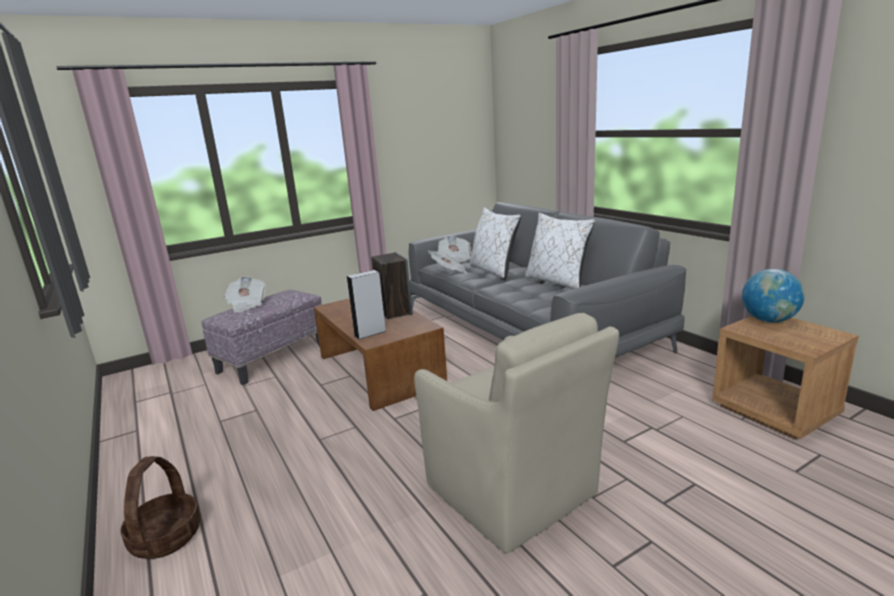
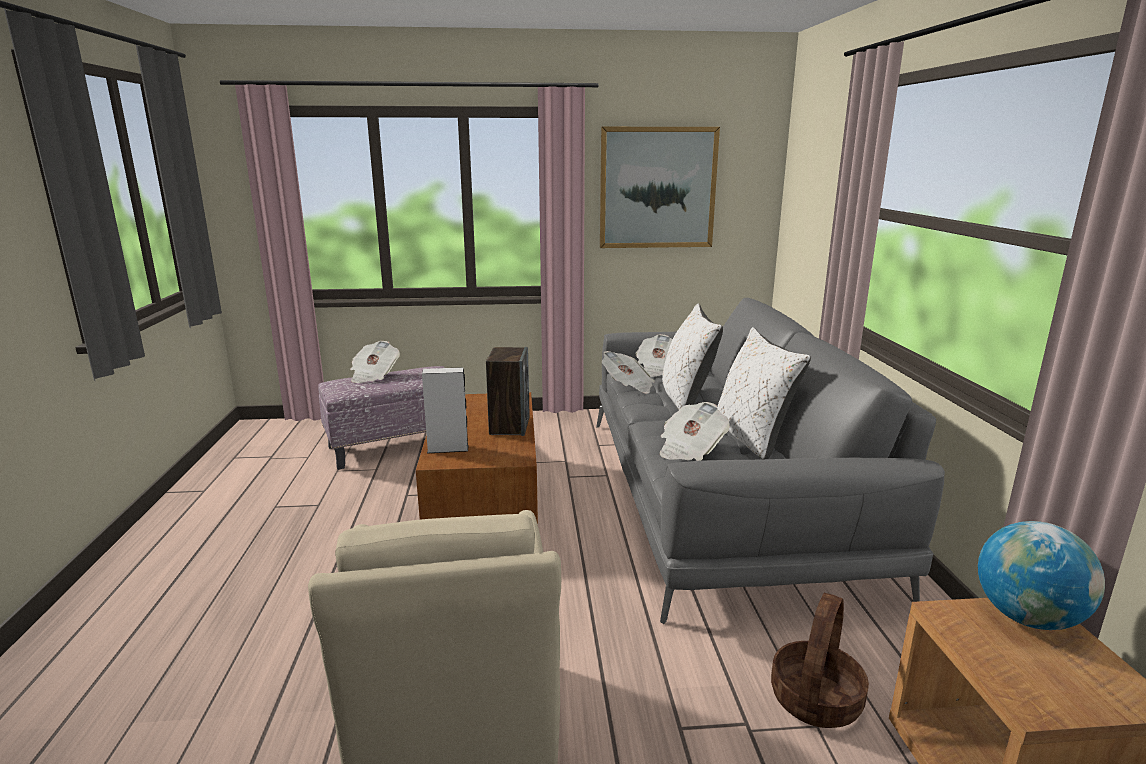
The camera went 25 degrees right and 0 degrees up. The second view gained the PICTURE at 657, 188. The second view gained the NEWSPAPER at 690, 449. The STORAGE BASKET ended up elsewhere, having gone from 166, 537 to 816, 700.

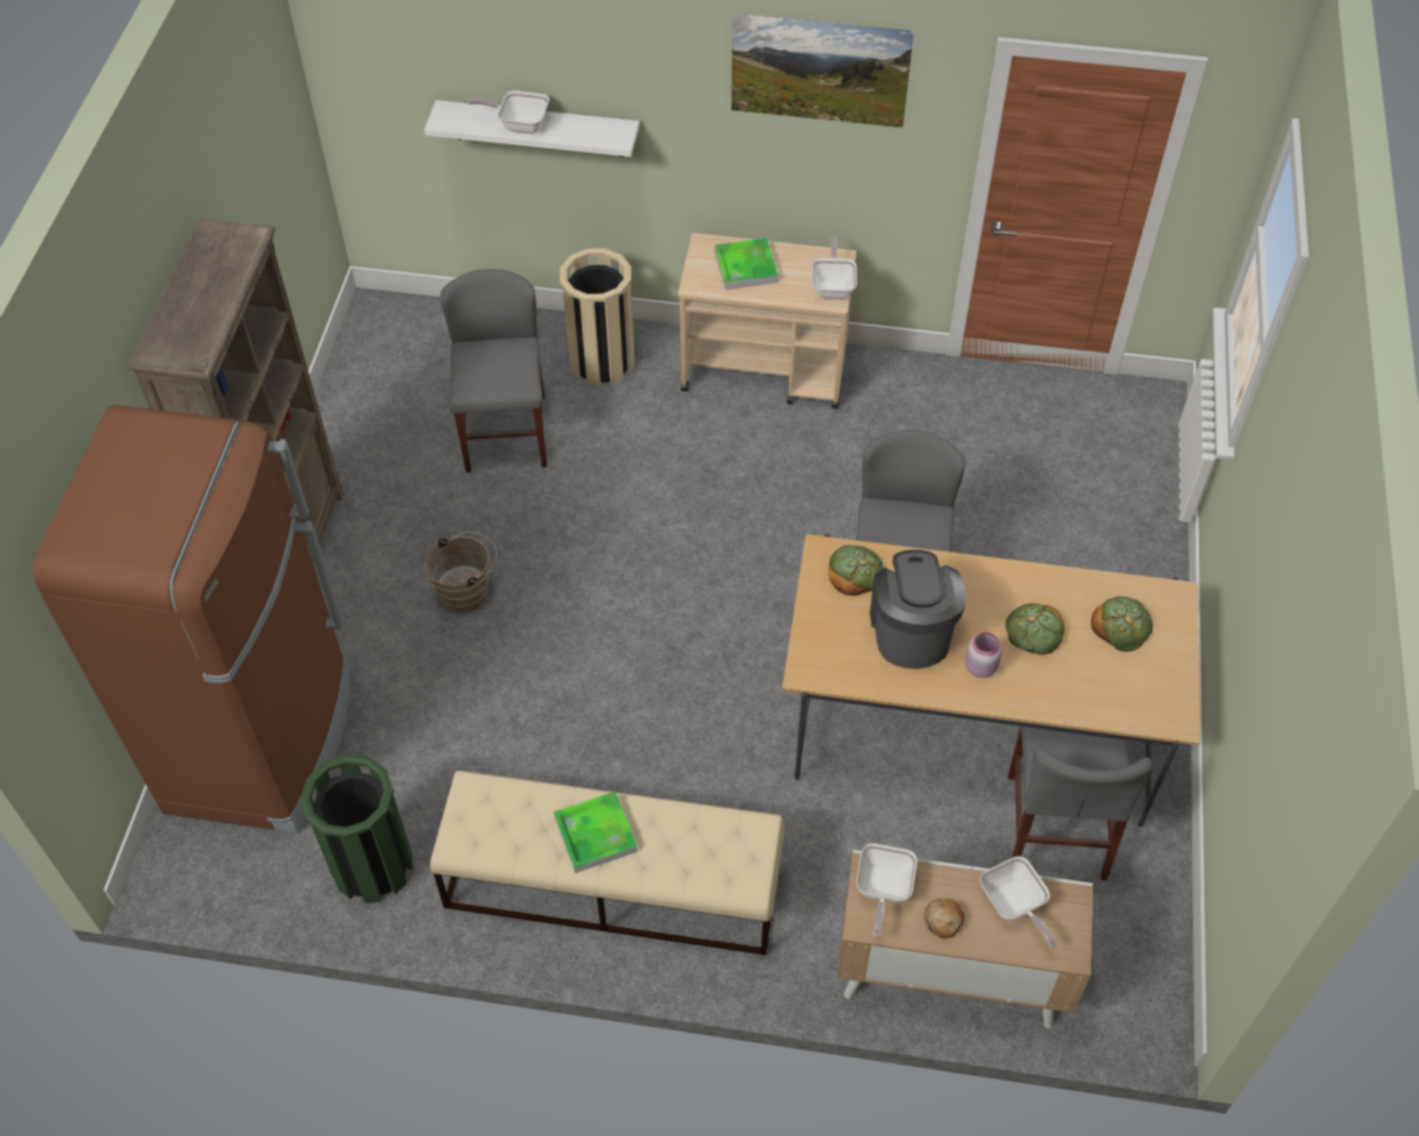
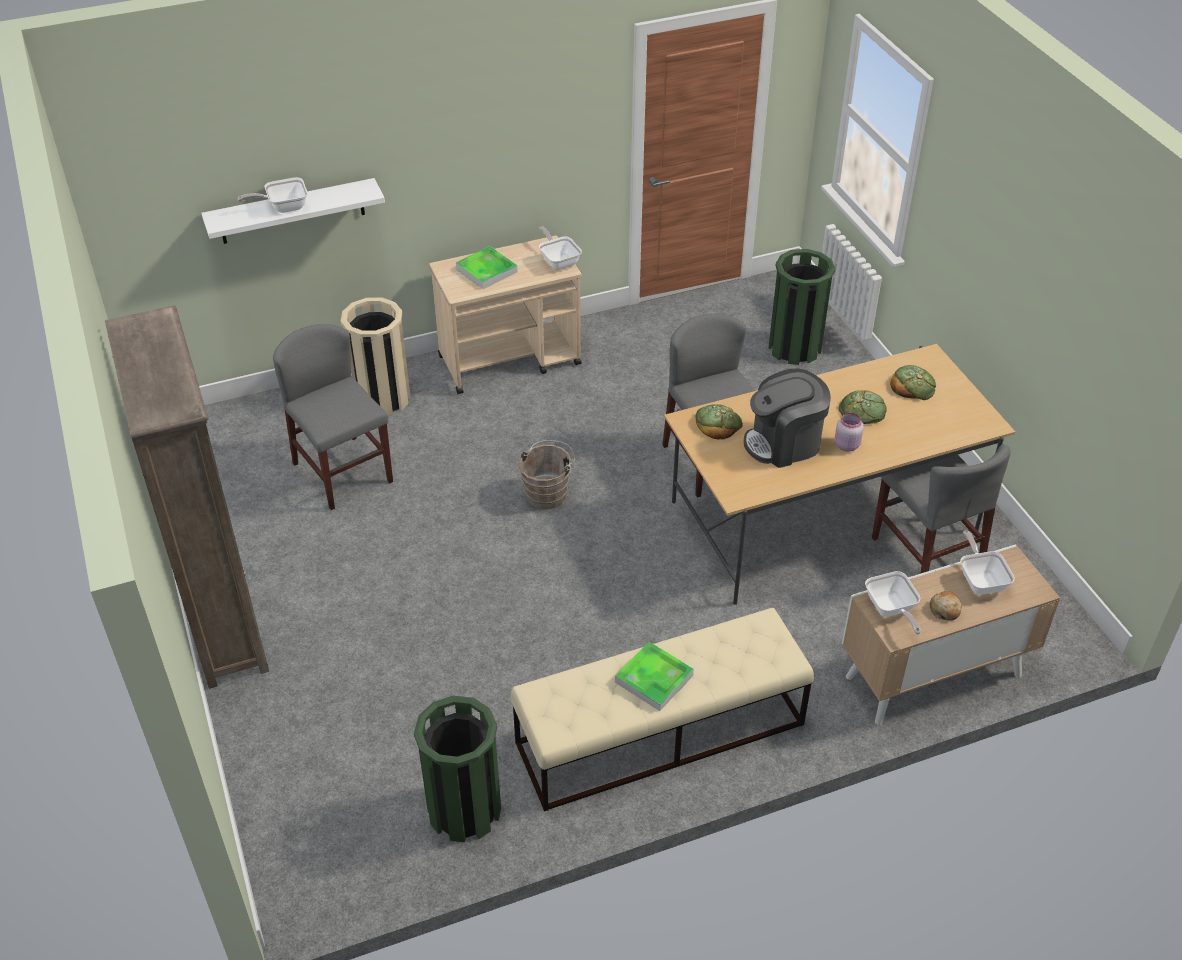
The camera went 30 degrees left and 10 degrees down. The BROWN-COLOURED PAIL ended up elsewhere, having gone from 467, 591 to 548, 493. The COFFEE BREWER at 911, 631 ended up facing another way, 75 degrees counterclockwise from before. The second view gained the GREENISH WASTE BIN at 795, 347. The PAN at 1014, 906 ended up facing another way, 135 degrees counterclockwise from before. The second view lost the BROWN-COLOURED FRIDGE at 263, 742. The second view lost the PICTURE at 818, 95.

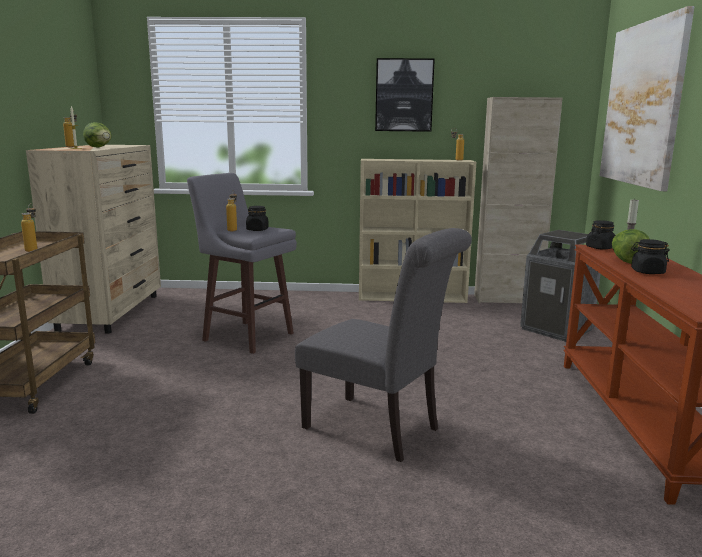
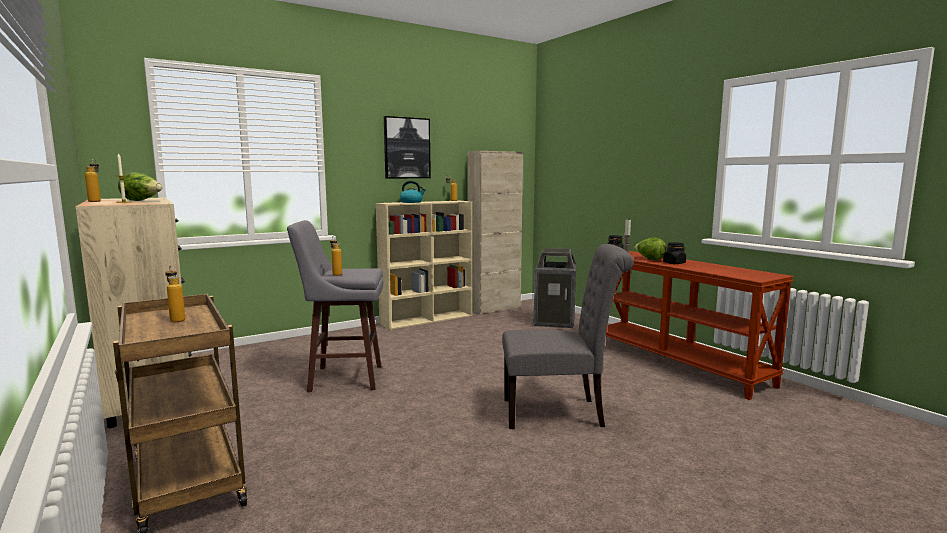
The camera went 35 degrees left and 5 degrees down. The second view gained the WATER KETTLE at 412, 202. The second view lost the BLACKISH STORAGE JAR at 257, 230. The second view lost the PICTURE at 642, 104.

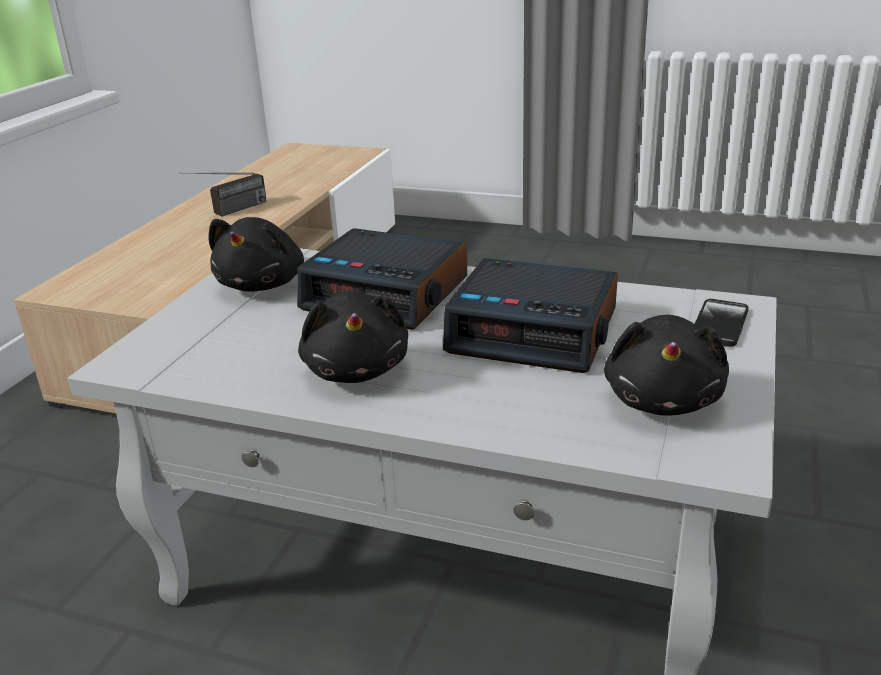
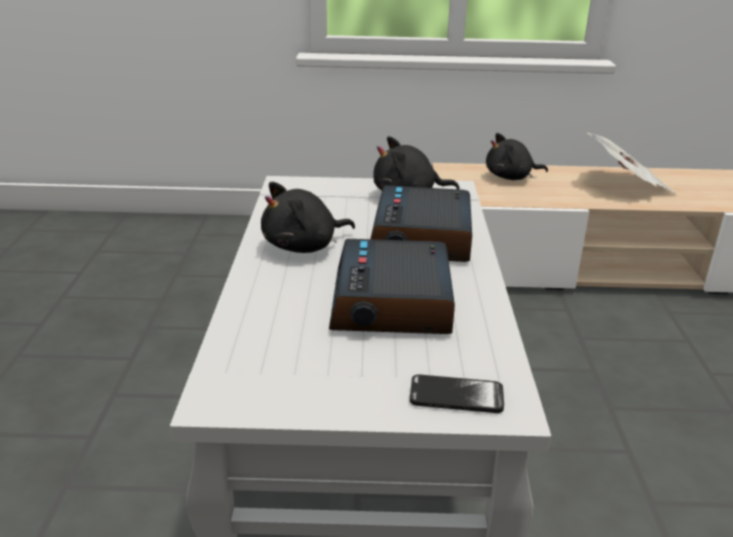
The camera went 70 degrees right and 0 degrees up. The BLACKISH CUDDLY TOY ended up elsewhere, having gone from 663, 400 to 511, 177. Where the RADIO RECEIVER stood at 229, 212, the NEWSPAPER came to stand at 627, 185.

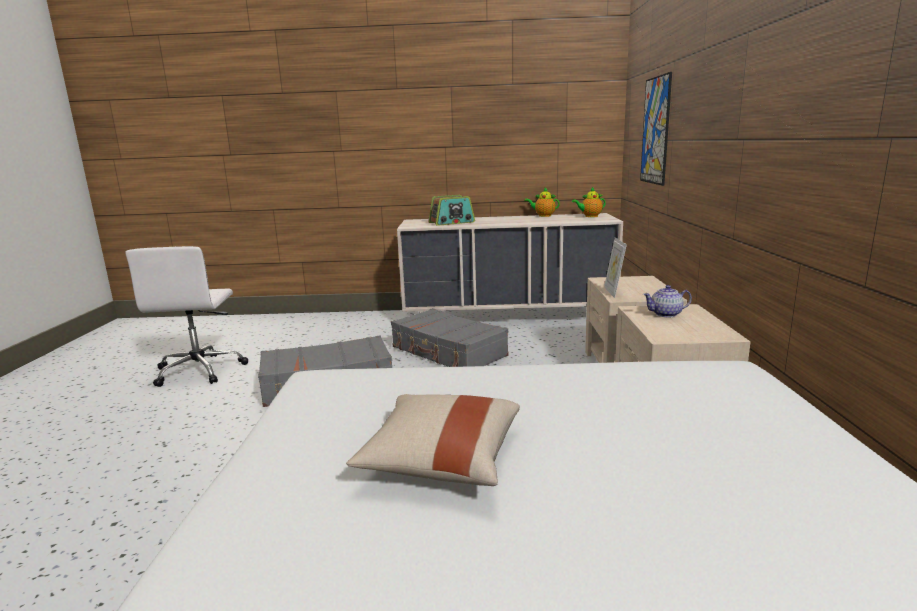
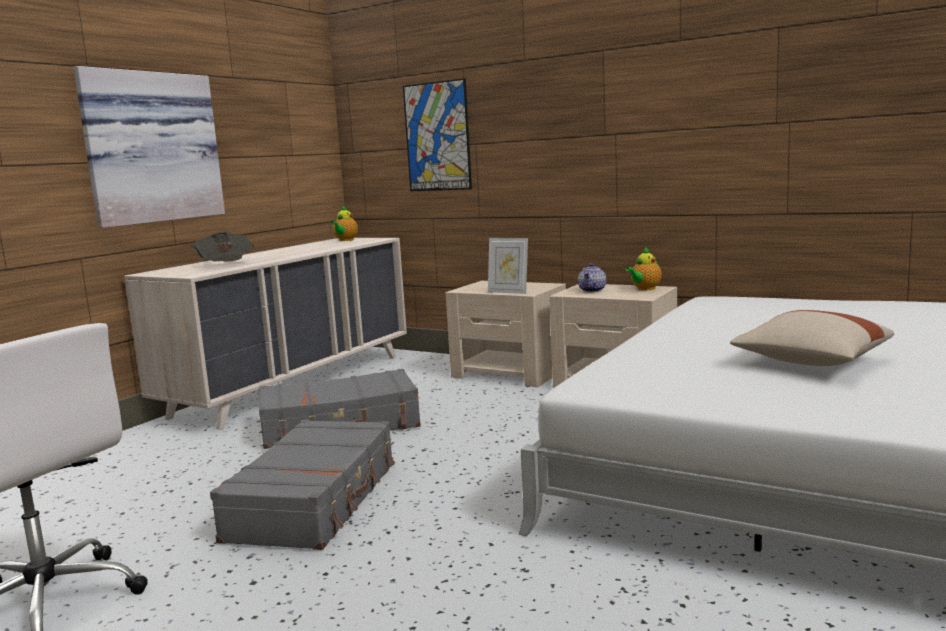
The camera went 60 degrees left and 5 degrees down. The second view gained the PICTURE at 150, 147. Where the RADIO RECEIVER stood at 452, 222, the NEWSPAPER came to stand at 226, 264. The POT FOR TEA ended up elsewhere, having gone from 543, 216 to 644, 289.

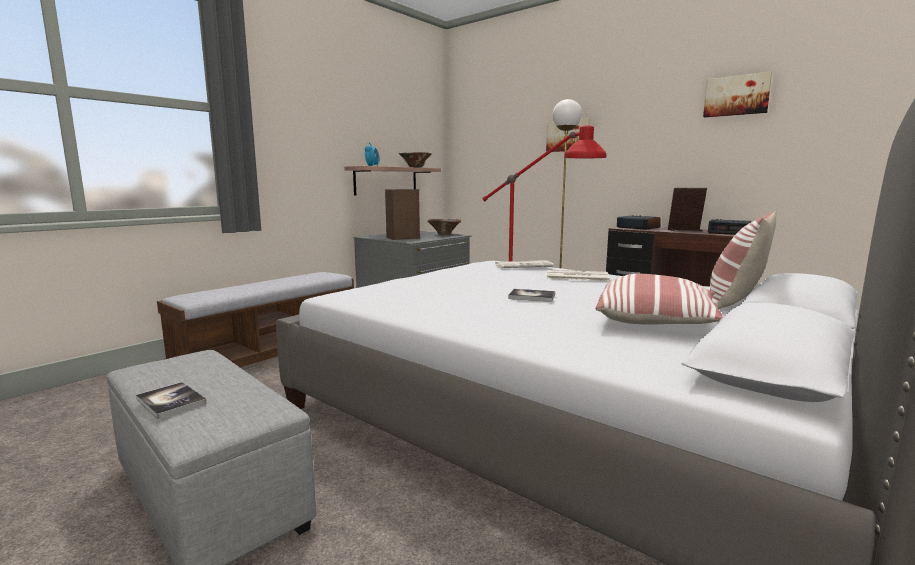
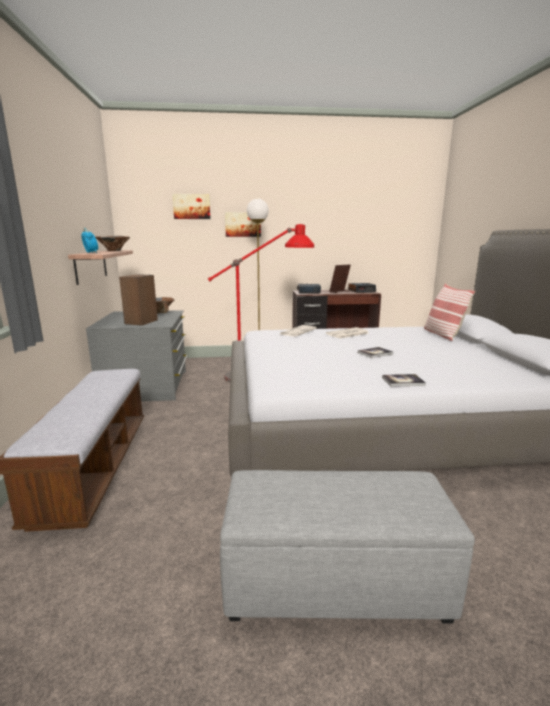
The camera went 45 degrees left and 5 degrees up. The PICTURE ended up elsewhere, having gone from 736, 95 to 191, 206. The BOUND BOOK ended up elsewhere, having gone from 171, 401 to 403, 381. The second view lost the PILLOW at 656, 321.

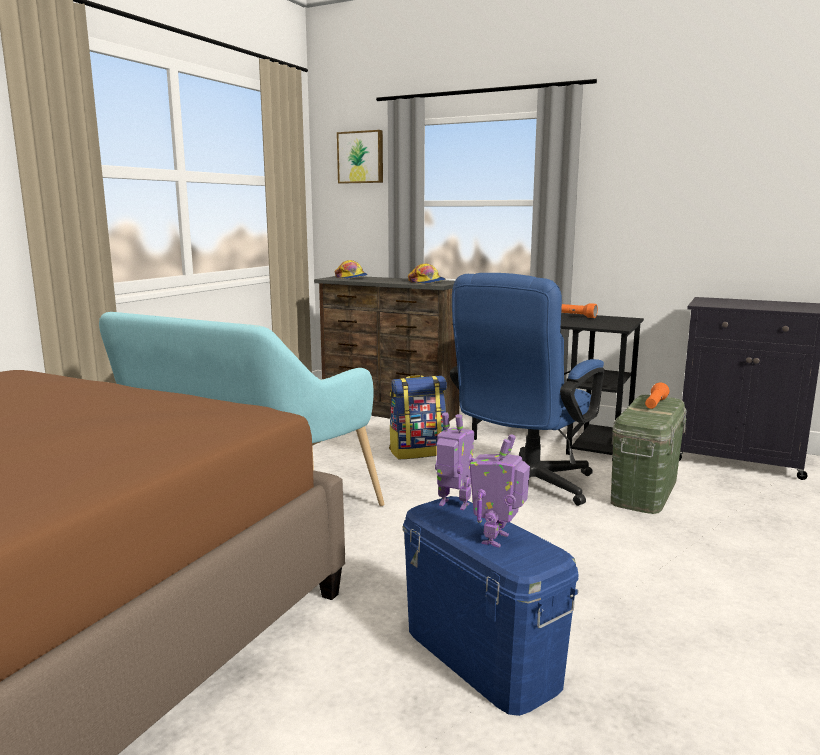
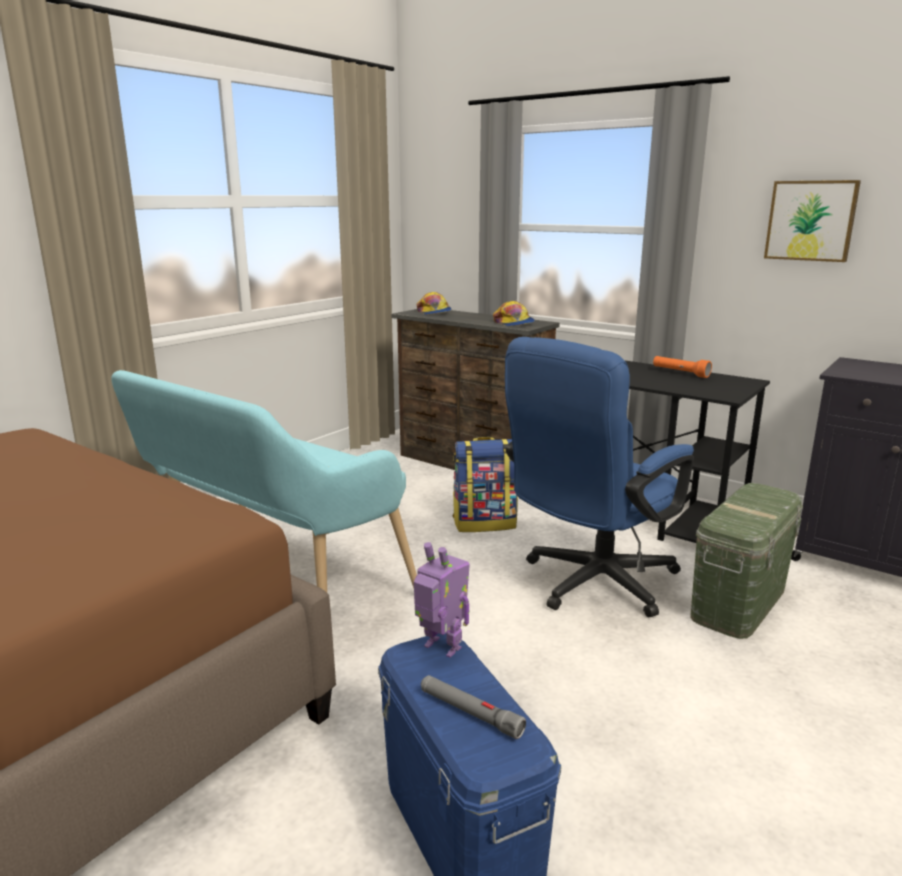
The camera went 10 degrees right and 5 degrees up. Where the TOY ROBOT stood at 497, 539, the GREY HAND TORCH came to stand at 470, 712. The PICTURE ended up elsewhere, having gone from 361, 157 to 811, 220. The second view lost the ORANGE HAND TORCH at 655, 405.

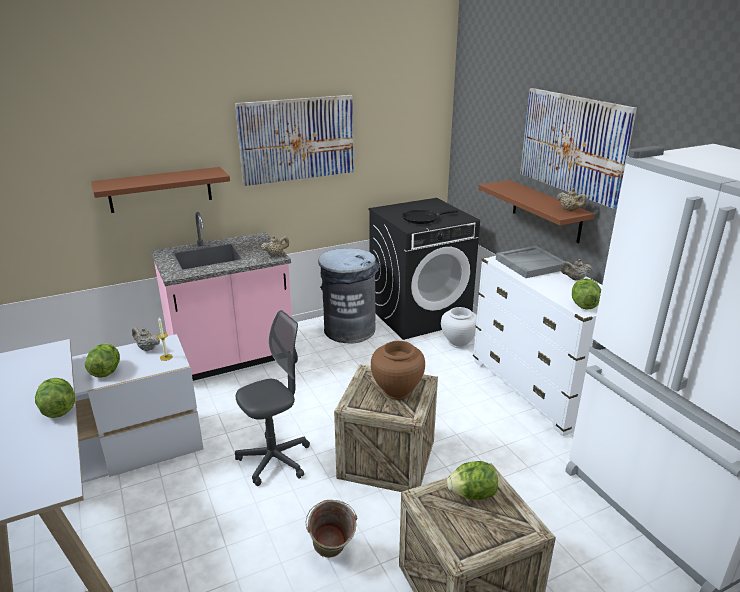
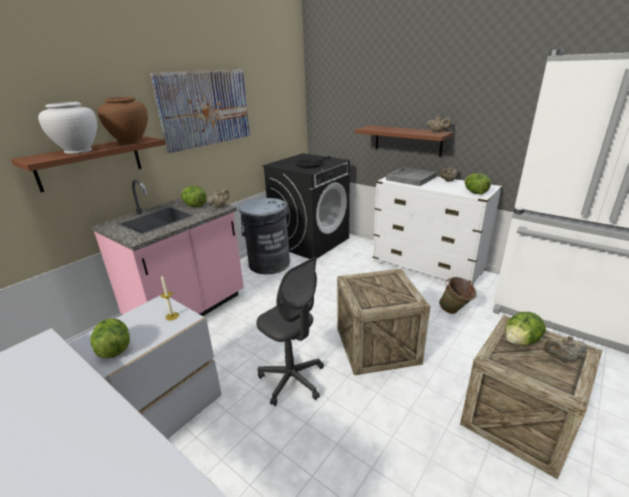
The camera went 25 degrees left and 0 degrees up. The WHITE DECORATIVE VASE ended up elsewhere, having gone from 458, 343 to 78, 151. The BROWN-COLOURED DECORATIVE VASE ended up elsewhere, having gone from 397, 391 to 130, 142. The LETTUCE HEAD ended up elsewhere, having gone from 58, 410 to 195, 206. The GREY COMPUTER CHAIR at 274, 460 ended up facing another way, 105 degrees clockwise from before. The GREENISH PAIL ended up elsewhere, having gone from 331, 555 to 455, 312. The BEIGE-COLOURED POT FOR TEA ended up elsewhere, having gone from 147, 348 to 561, 358. The second view lost the PICTURE at 573, 144.

